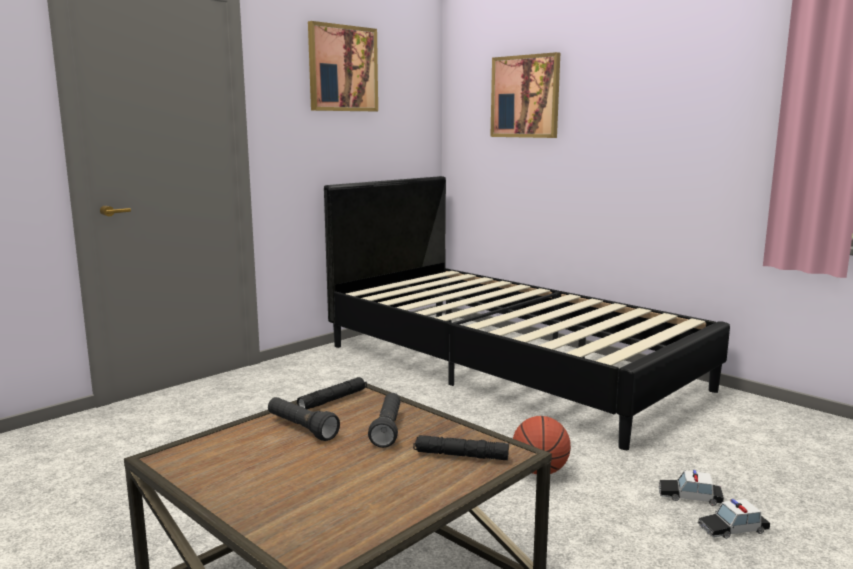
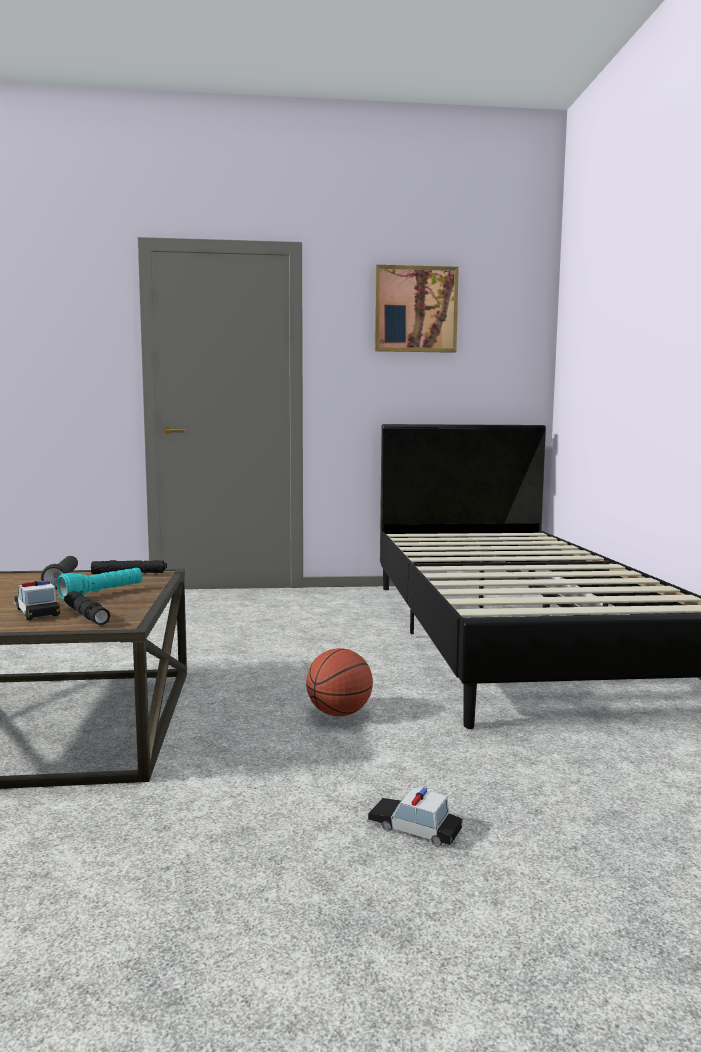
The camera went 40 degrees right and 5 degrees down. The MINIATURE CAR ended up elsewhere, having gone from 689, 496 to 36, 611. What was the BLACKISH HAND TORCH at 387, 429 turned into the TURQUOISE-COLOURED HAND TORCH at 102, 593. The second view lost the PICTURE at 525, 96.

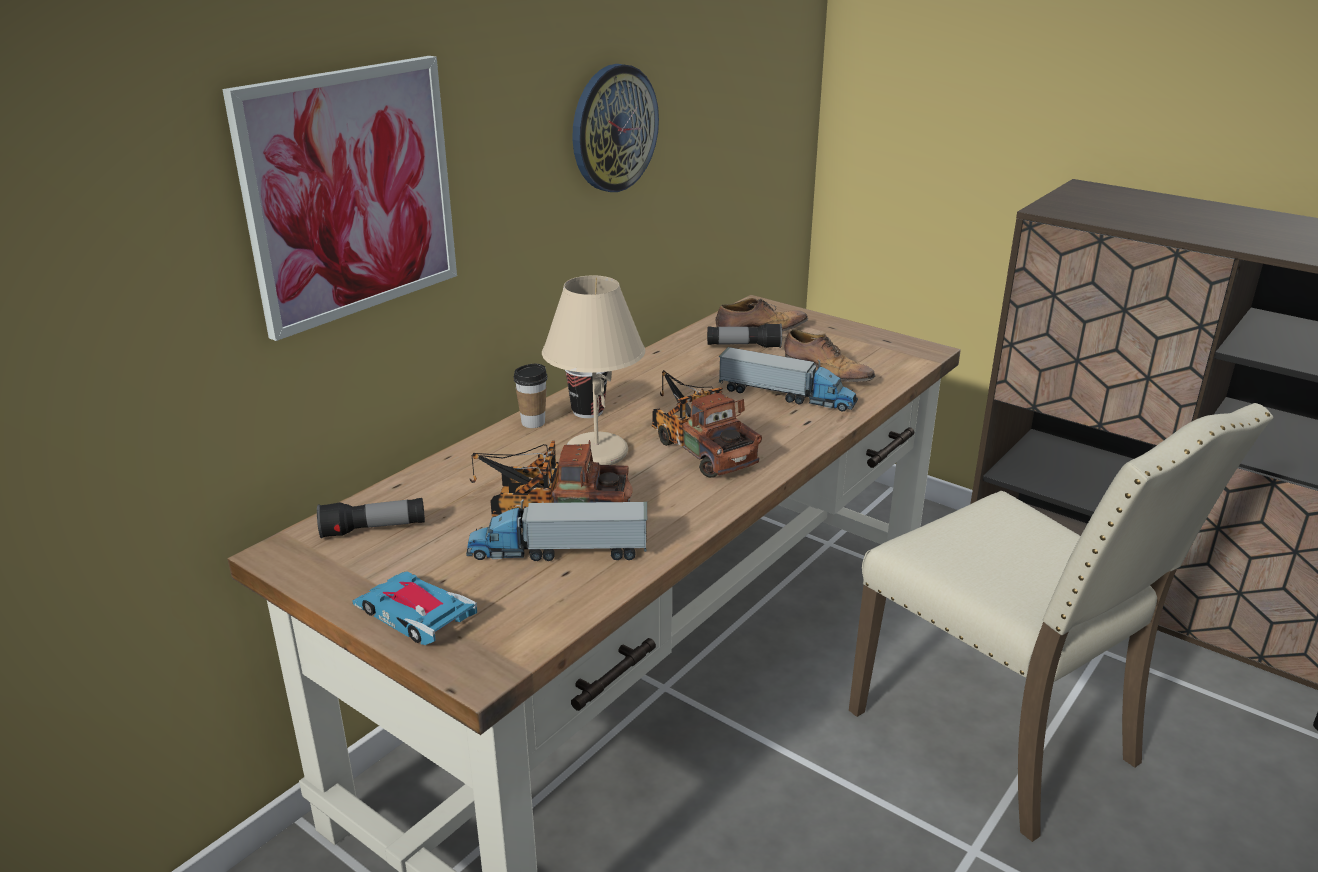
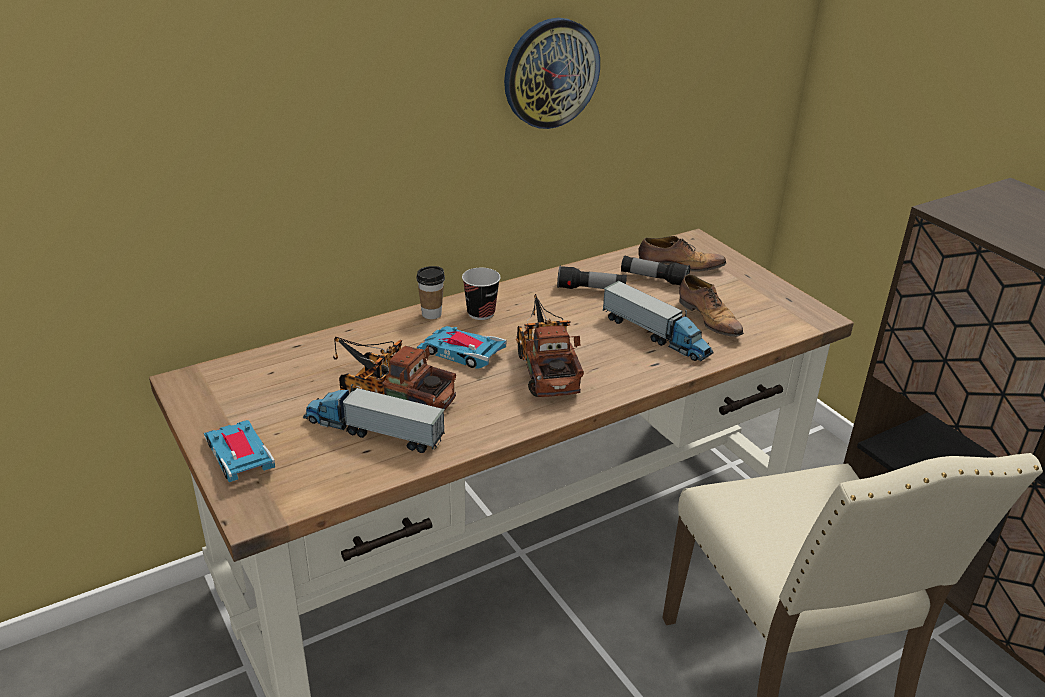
The camera went 20 degrees right and 5 degrees up. Where the BEIGE-COLOURED TABLE LAMP stood at 596, 453, the MINIATURE CAR came to stand at 461, 352. The HAND TORCH ended up elsewhere, having gone from 374, 529 to 591, 289. The second view lost the PICTURE at 350, 193.

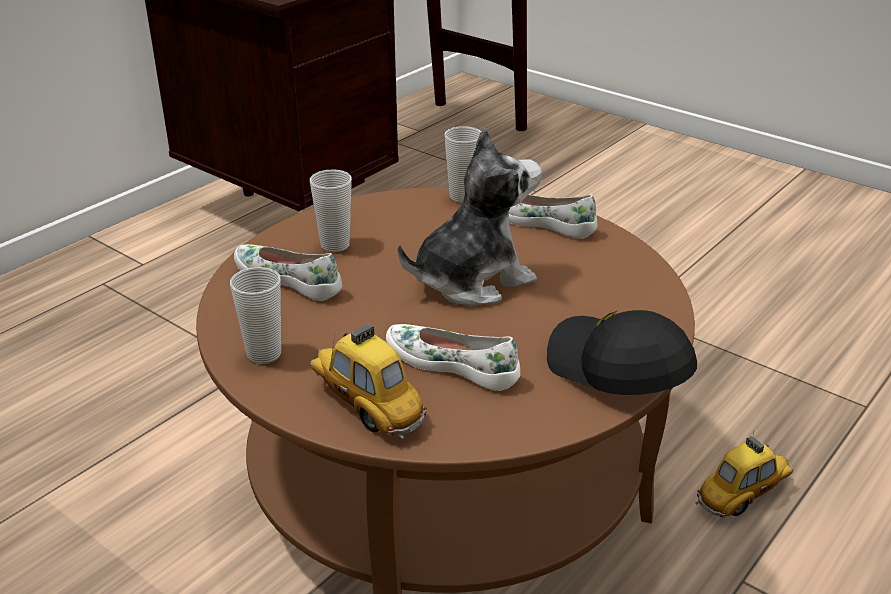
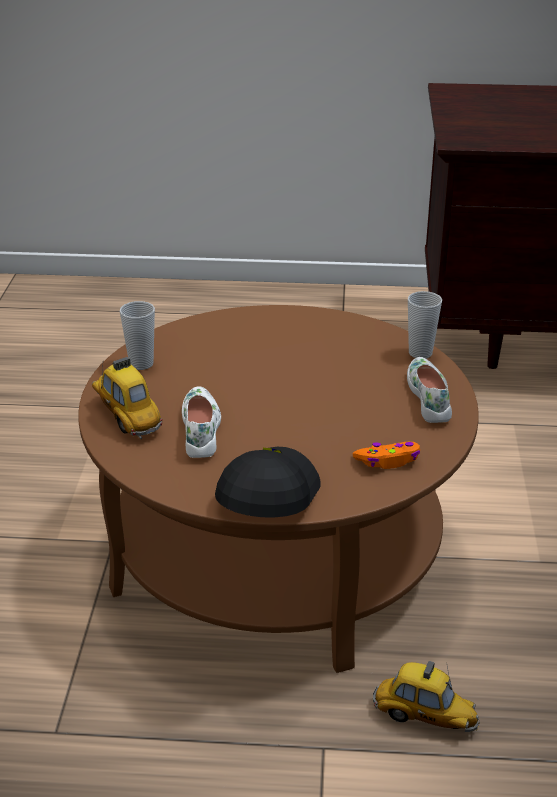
The camera went 55 degrees right and 0 degrees up. The MINIATURE CAR at 366, 406 ended up facing another way, 45 degrees counterclockwise from before. The second view gained the ORANGE GAMEPAD at 388, 460. The second view lost the WHITE SHOE at 289, 279. The second view lost the CUP at 335, 245. The second view lost the CUDDLY TOY at 471, 280.

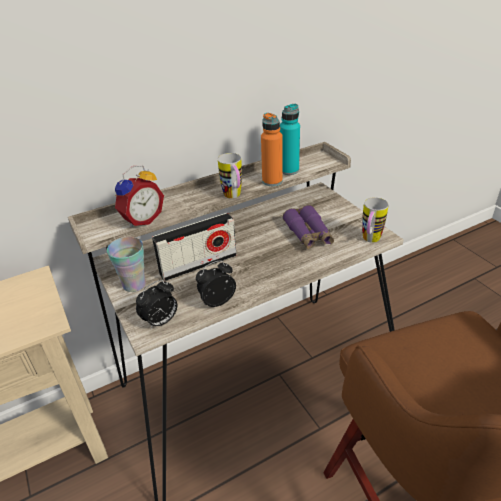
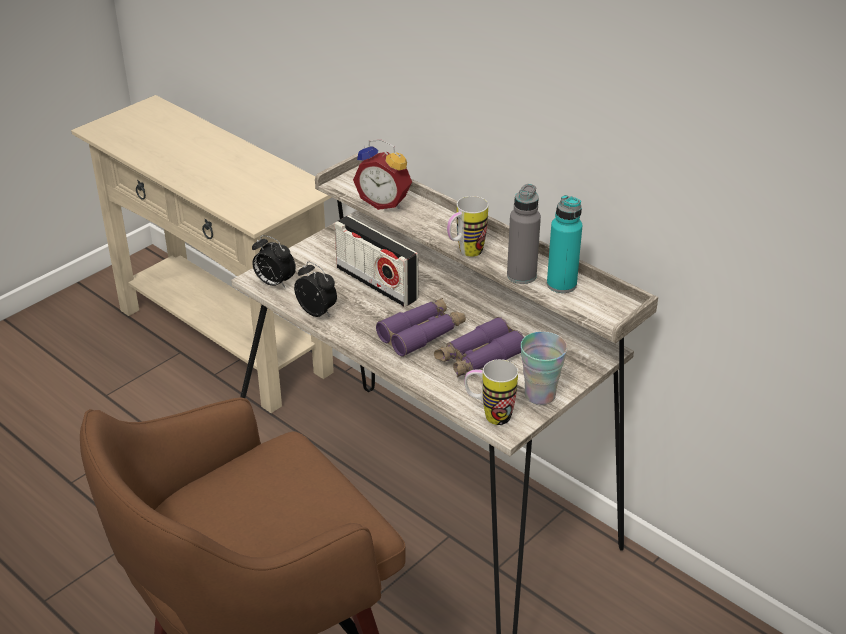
The camera went 70 degrees right and 0 degrees up. The second view gained the PURPLISH BINOCULARS at 422, 333. What was the ORANGE DRINK BOTTLE at 272, 181 turned into the GREY DRINK BOTTLE at 521, 275. The CUP ended up elsewhere, having gone from 134, 284 to 540, 395.

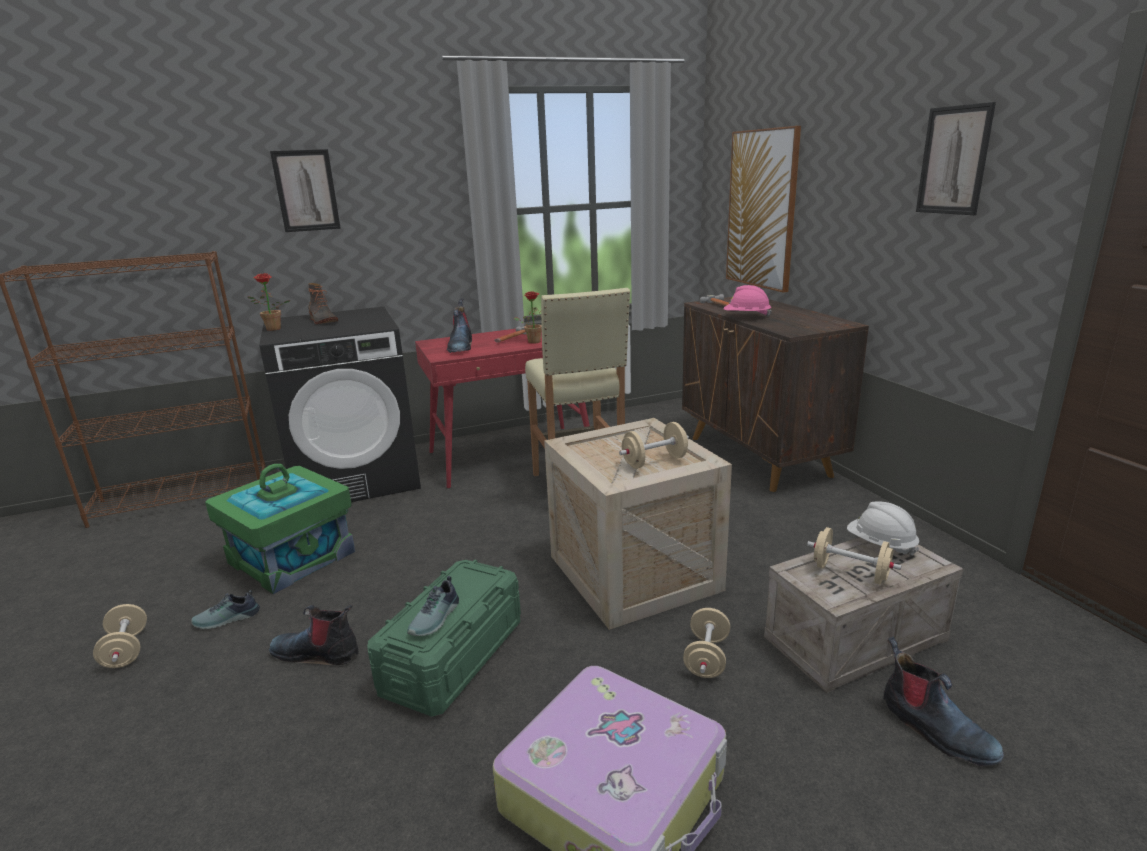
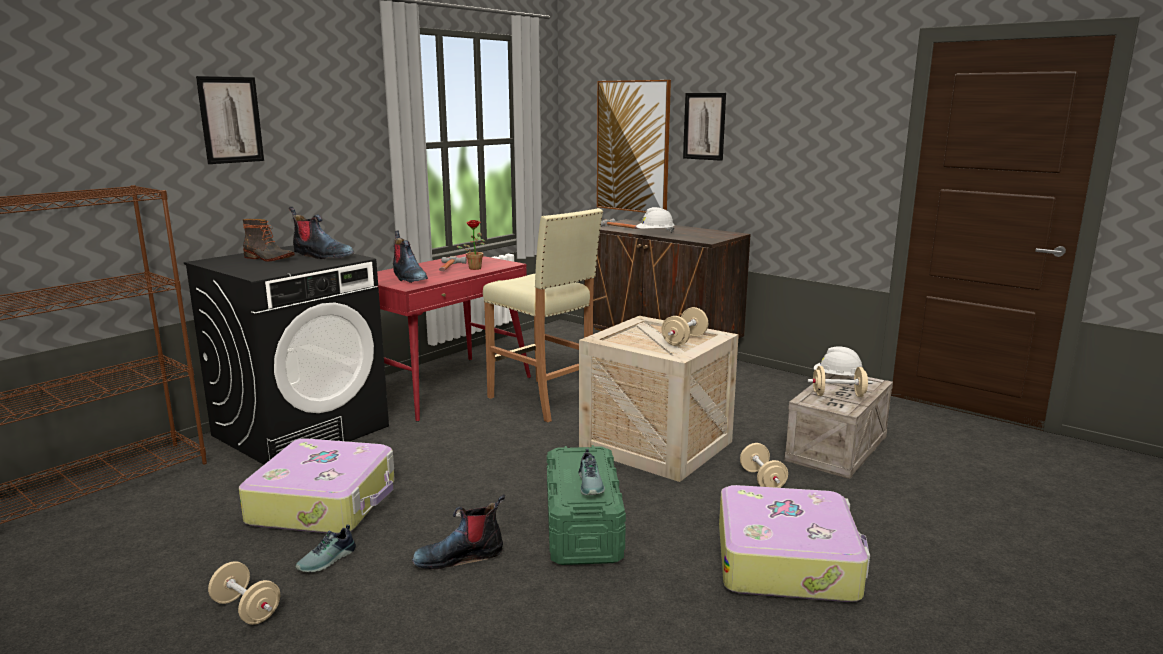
The camera went 30 degrees left and 5 degrees down. Where the GREENISH STORAGE BOX stood at 291, 557, the PIECE OF LUGGAGE came to stand at 325, 502. The TALL BOOT ended up elsewhere, having gone from 934, 730 to 321, 256. What was the PINKISH WORK HELMET at 746, 317 turned into the WHITE WORK HELMET at 655, 234. The PICTURE ended up elsewhere, having gone from 953, 160 to 704, 126. The second view lost the PLANT IN A POT at 272, 329.

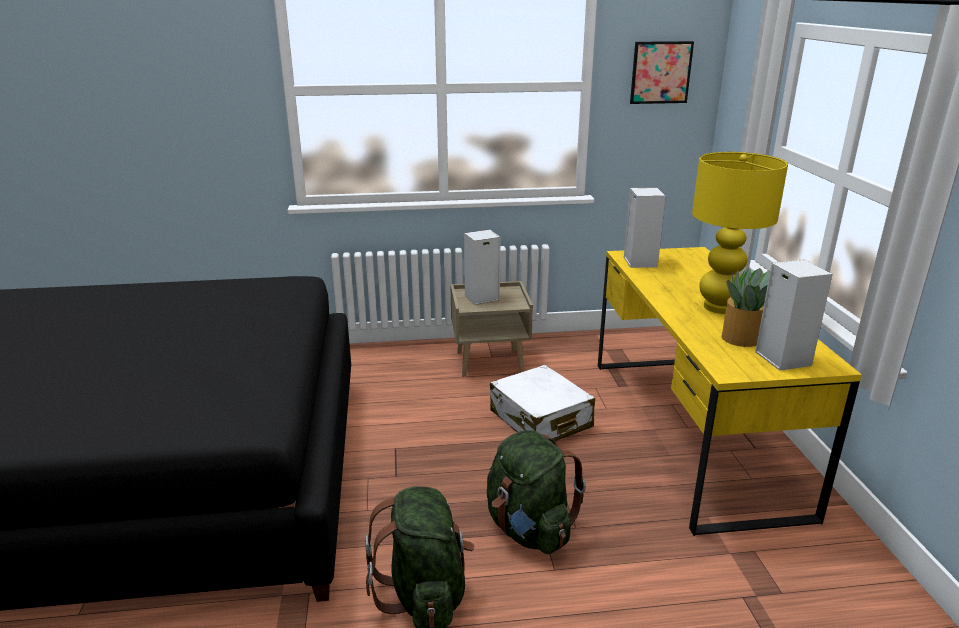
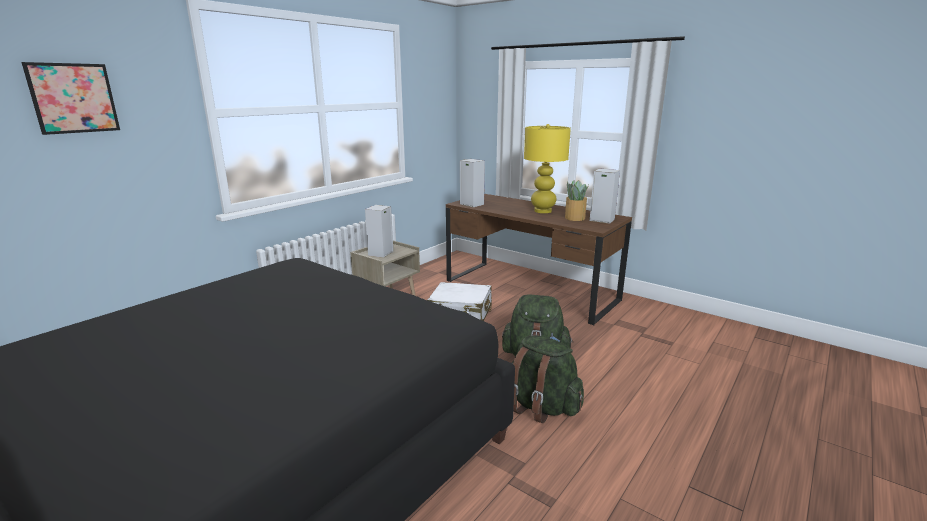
The camera went 45 degrees left and 5 degrees down. The PICTURE ended up elsewhere, having gone from 661, 72 to 73, 98. What was the YELLOW DESK at 690, 431 turned into the BROWN-COLOURED DESK at 529, 290.

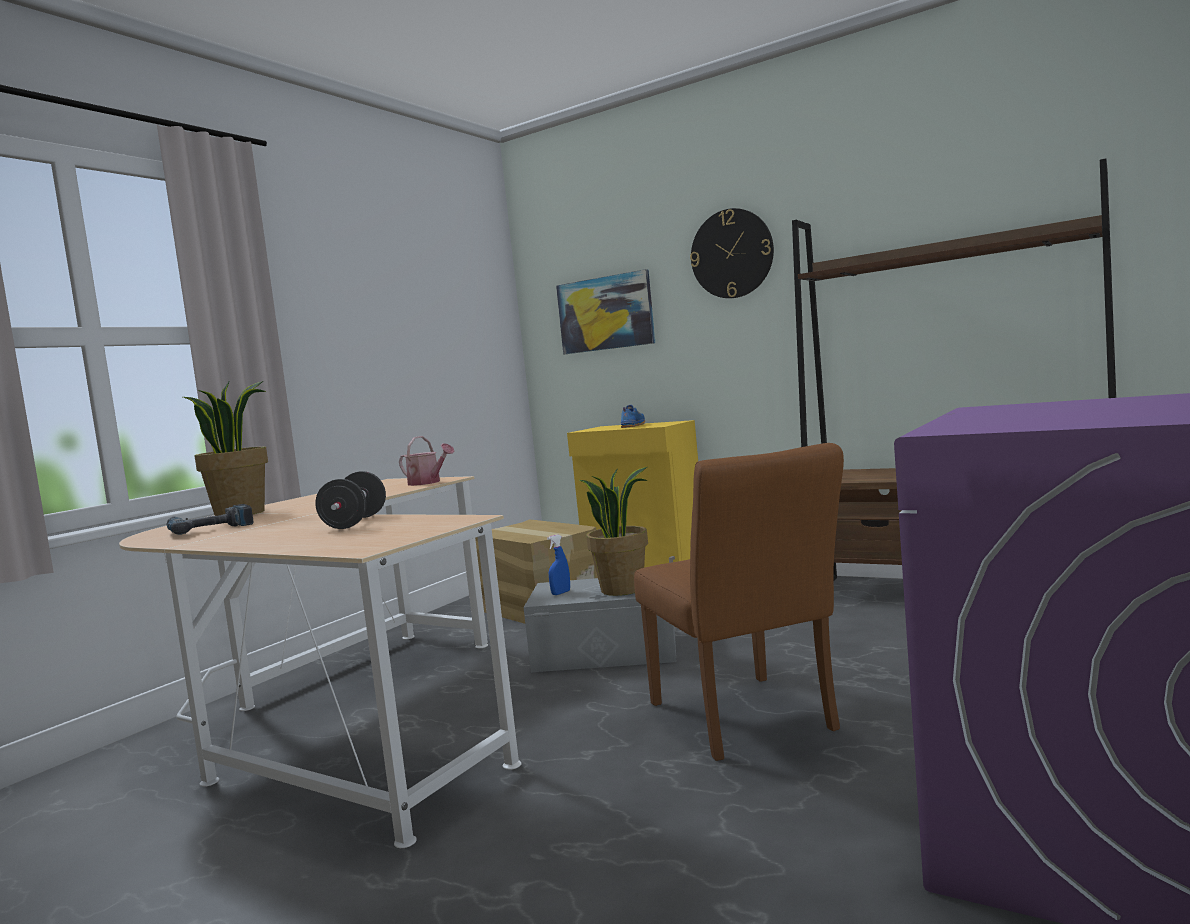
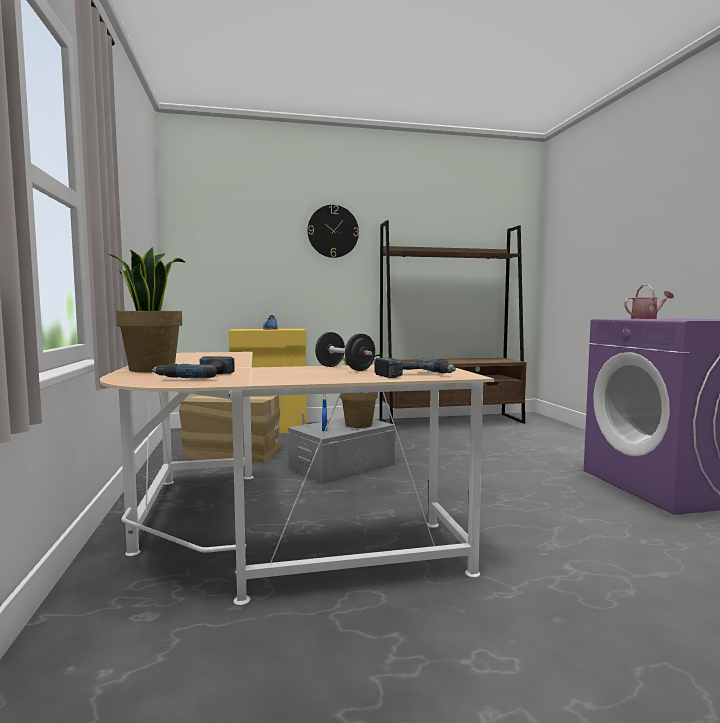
The camera went 45 degrees left and 0 degrees up. The second view gained the ELECTRIC DRILL at 414, 375. The WATERING POT ended up elsewhere, having gone from 428, 482 to 647, 318. The second view lost the PICTURE at 605, 313. The second view lost the BROWN-COLOURED UPRIGHT CHAIR at 748, 721.

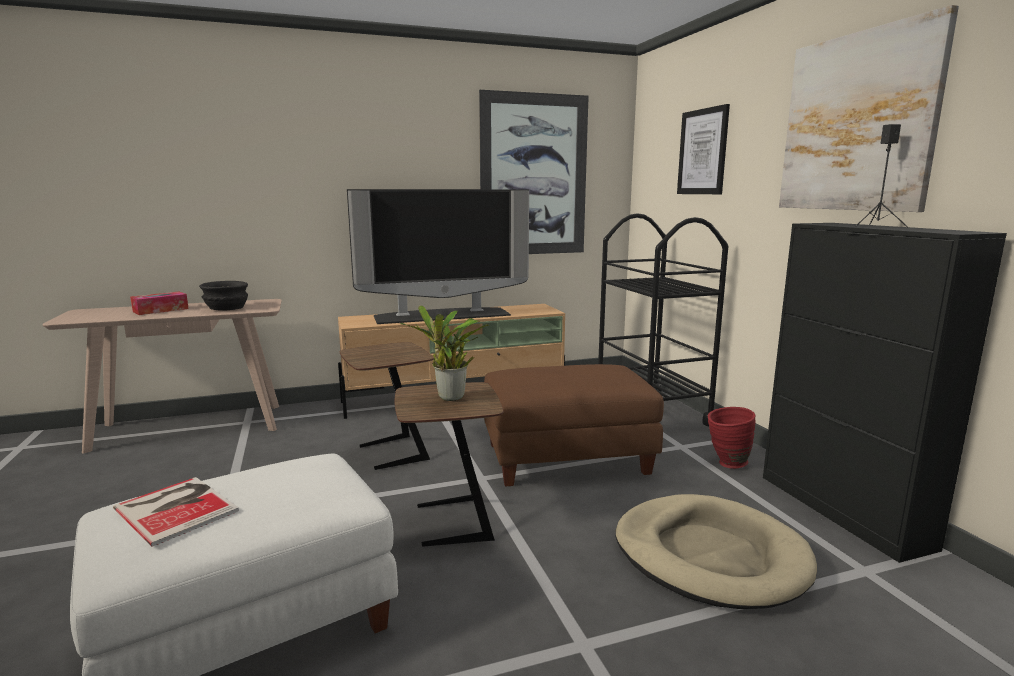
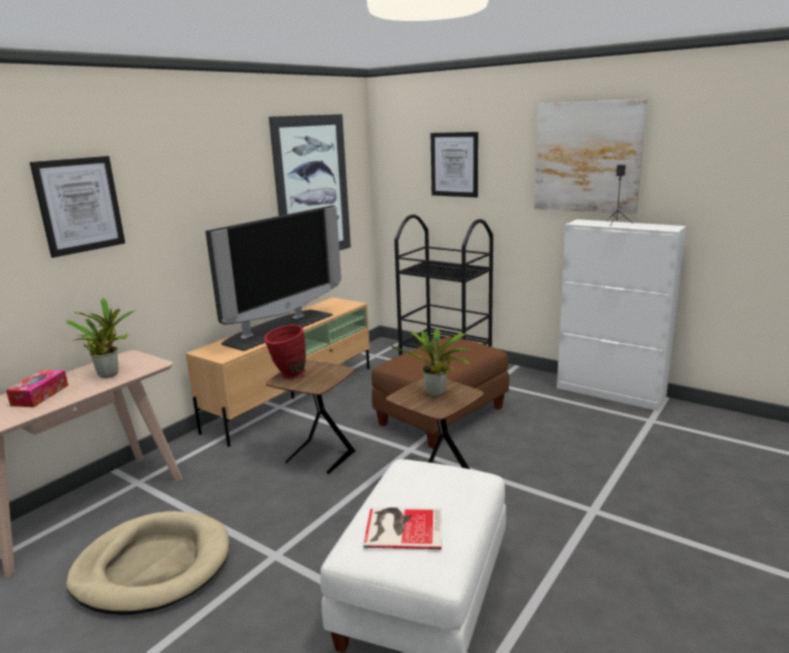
The camera went 35 degrees left and 5 degrees up. The second view gained the PICTURE at 79, 205. Where the BLACKISH SERVING BOWL stood at 226, 308, the PLANT IN A POT came to stand at 110, 373. The BEIGE-COLOURED DOG BED ended up elsewhere, having gone from 709, 555 to 153, 566. The RED DECORATIVE VASE ended up elsewhere, having gone from 726, 464 to 288, 376. What was the BLACKISH CUPBOARD at 842, 511 turned into the WHITE CUPBOARD at 610, 393.

